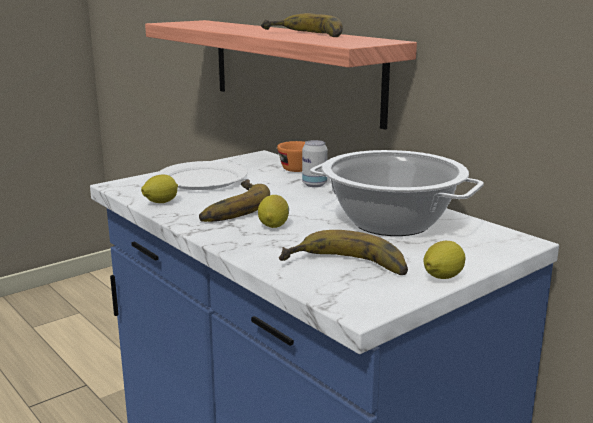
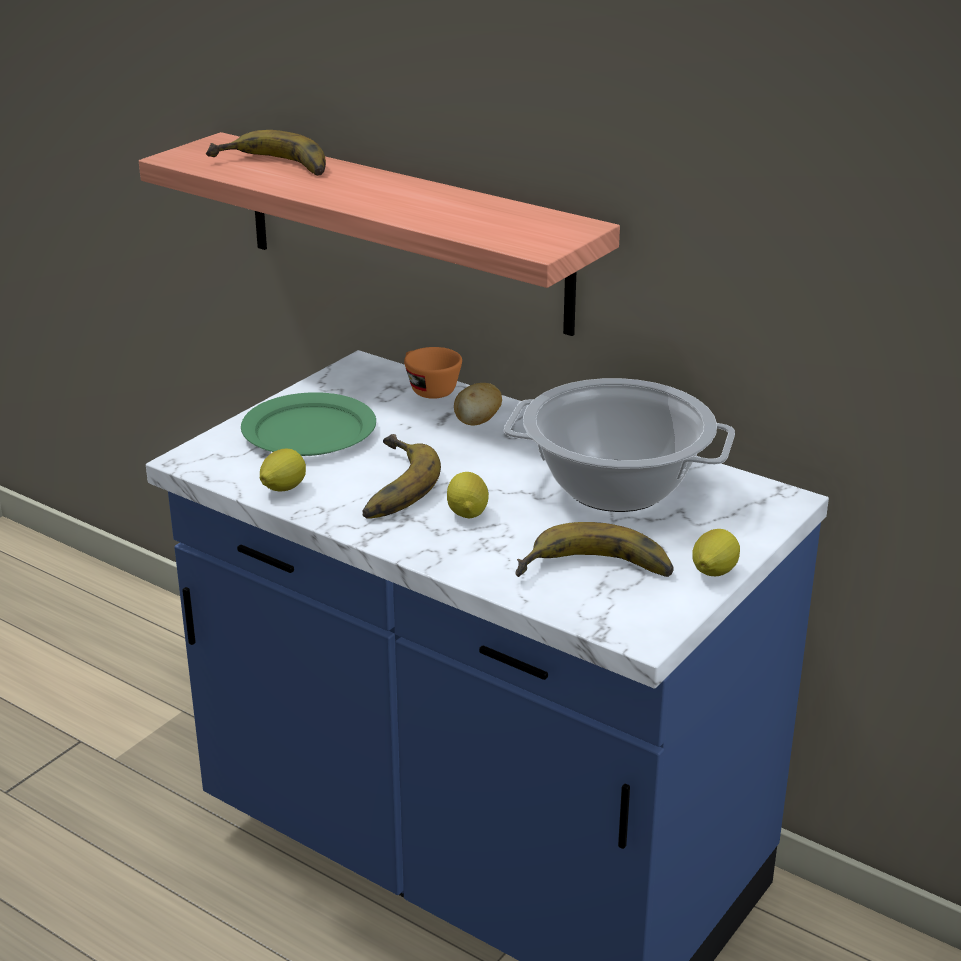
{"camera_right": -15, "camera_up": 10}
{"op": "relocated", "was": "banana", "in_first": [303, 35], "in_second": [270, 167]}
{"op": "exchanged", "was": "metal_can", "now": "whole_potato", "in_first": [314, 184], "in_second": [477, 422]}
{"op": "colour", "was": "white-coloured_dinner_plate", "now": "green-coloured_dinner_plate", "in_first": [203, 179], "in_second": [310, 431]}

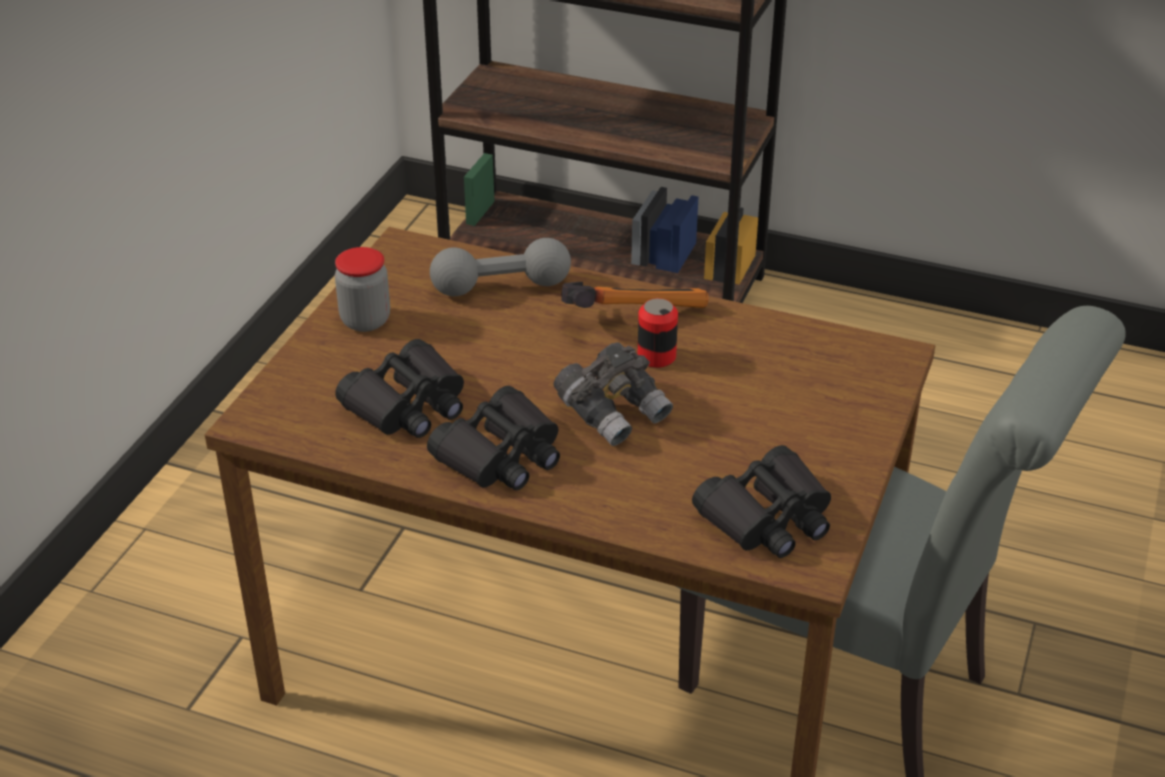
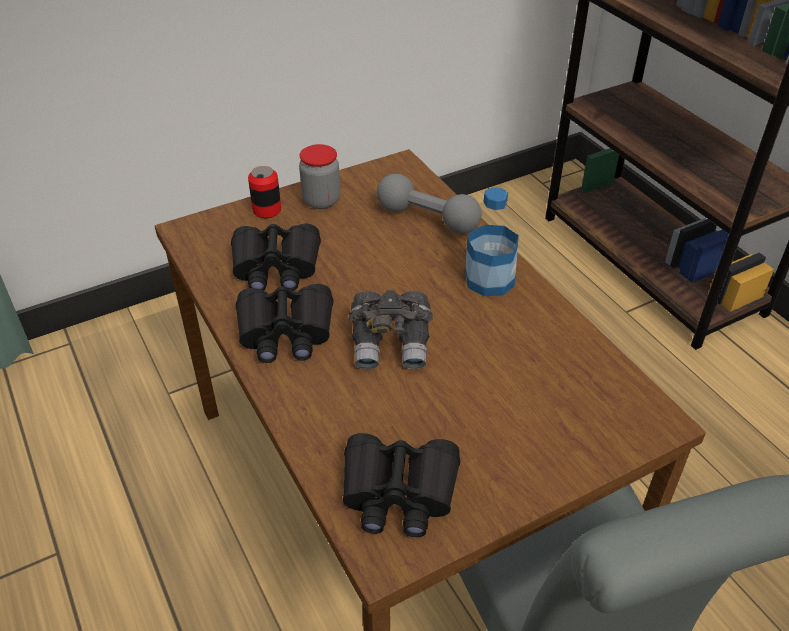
{"camera_right": 40, "camera_up": 5}
{"op": "relocated", "was": "metal_can", "in_first": [656, 356], "in_second": [267, 210]}
{"op": "exchanged", "was": "hammer", "now": "beverage_bottle", "in_first": [631, 314], "in_second": [489, 280]}

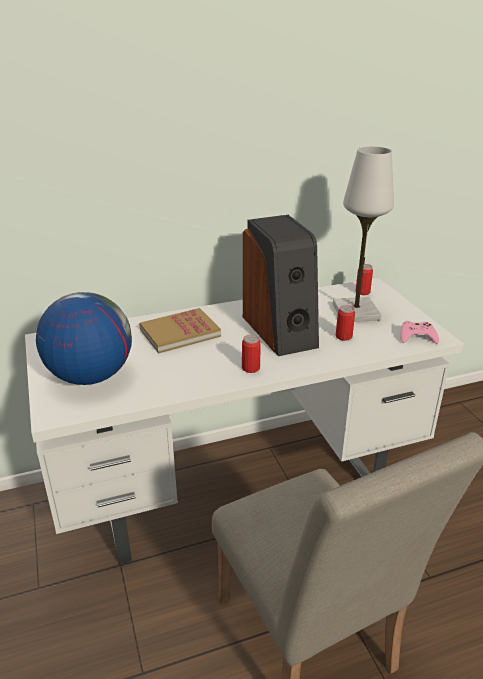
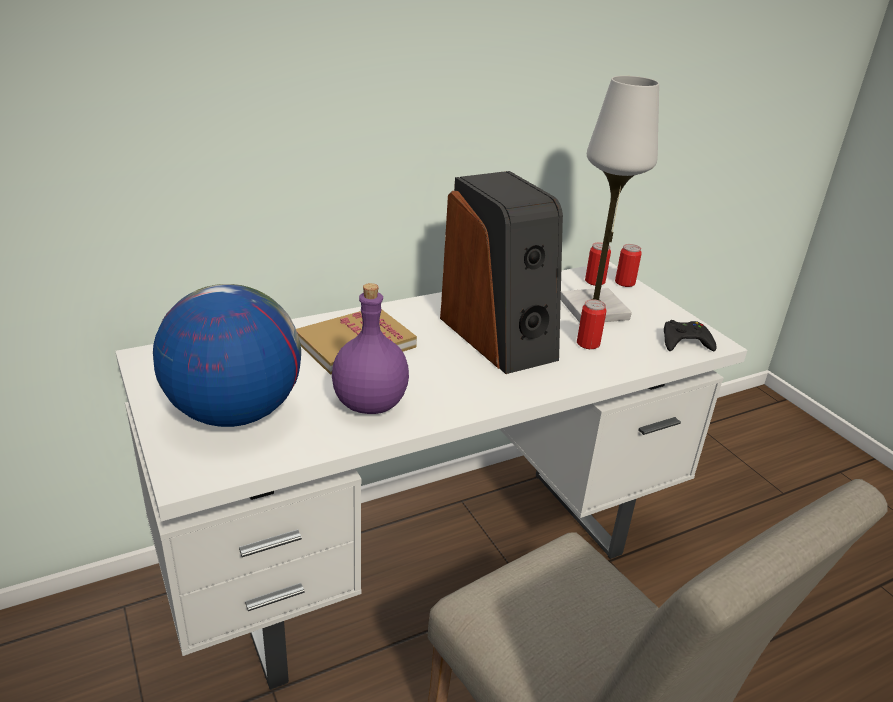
{"camera_right": -10, "camera_up": 0}
{"op": "appeared", "now": "purple_beverage_bottle", "in_second": [369, 403]}
{"op": "relocated", "was": "metal_can", "in_first": [250, 368], "in_second": [625, 283]}
{"op": "colour", "was": "pinkish_game_controller", "now": "blackish_game_controller", "in_first": [417, 337], "in_second": [685, 342]}

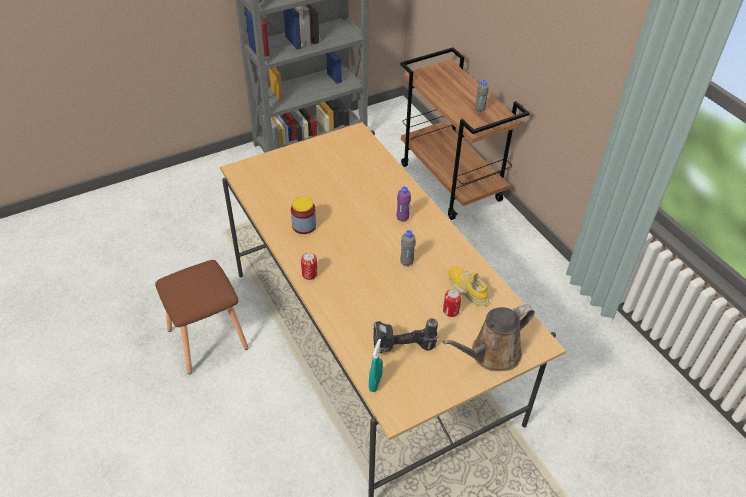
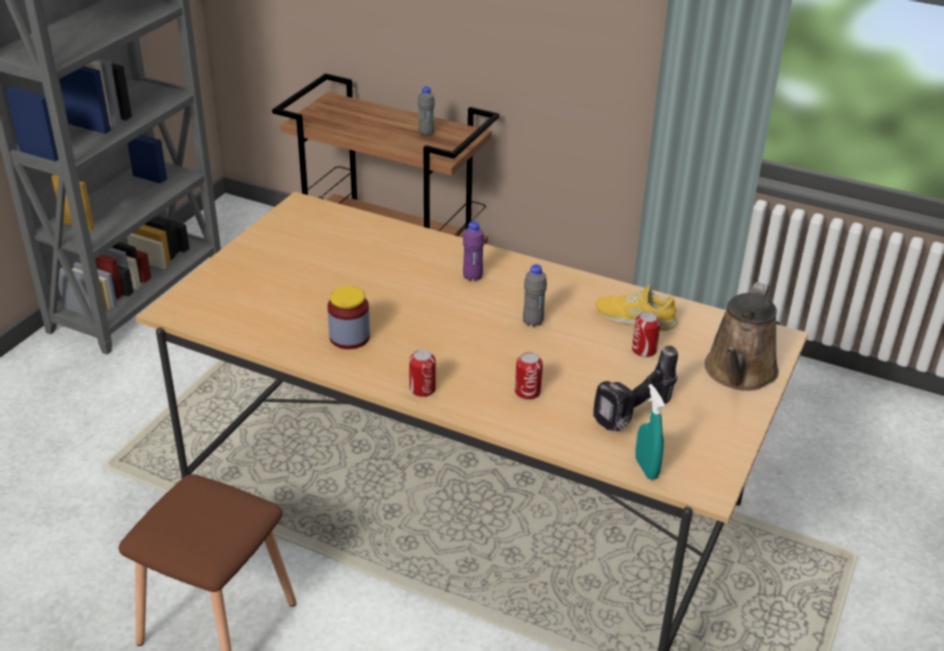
{"camera_right": -35, "camera_up": -10}
{"op": "appeared", "now": "metal_can", "in_second": [527, 392]}

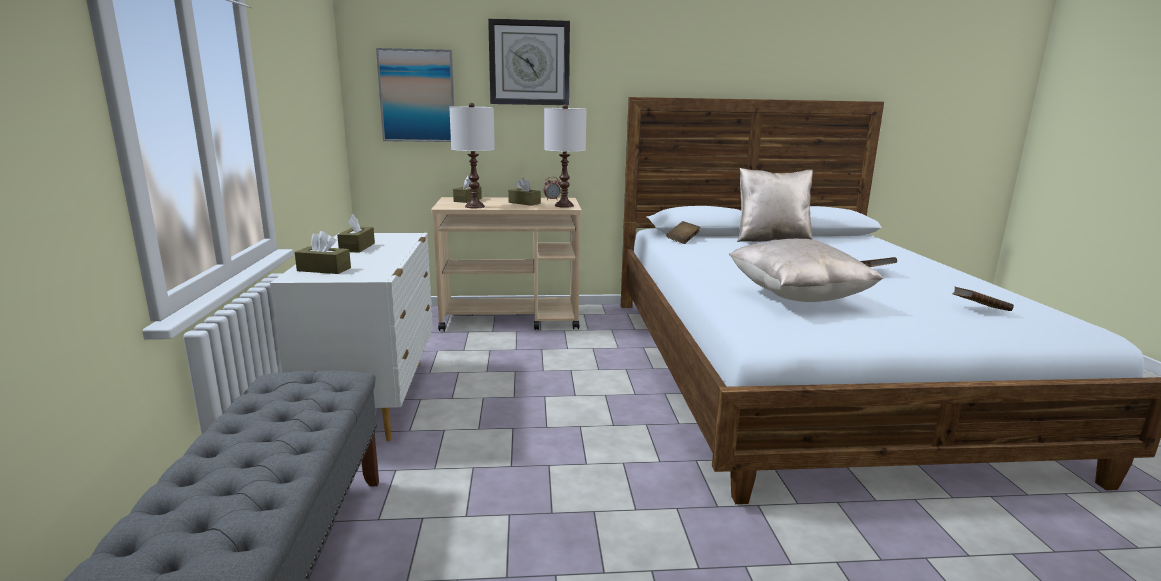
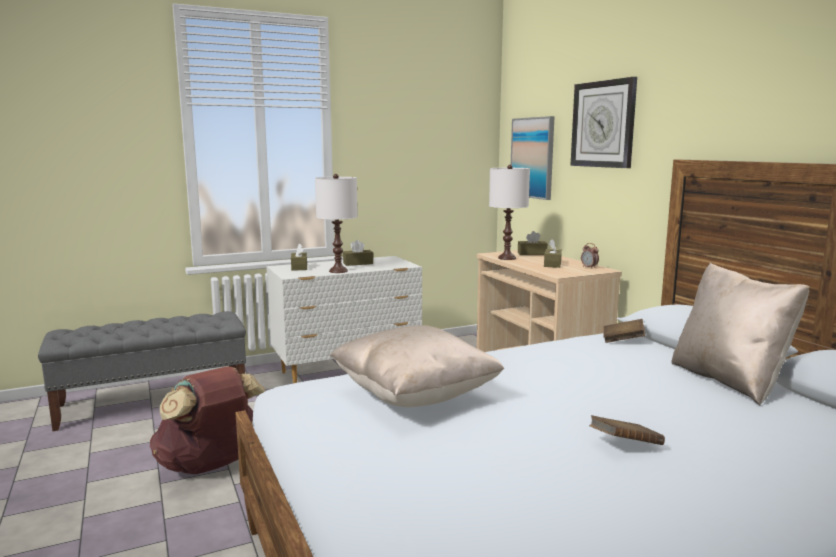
{"camera_right": 70, "camera_up": -5}
{"op": "missing", "was": "brownish_volume", "in_first": [979, 310]}
{"op": "appeared", "now": "brownish_backpack", "in_second": [211, 466]}
{"op": "relocated", "was": "white-coloured_lamp_for_a_table", "in_first": [564, 205], "in_second": [338, 271]}

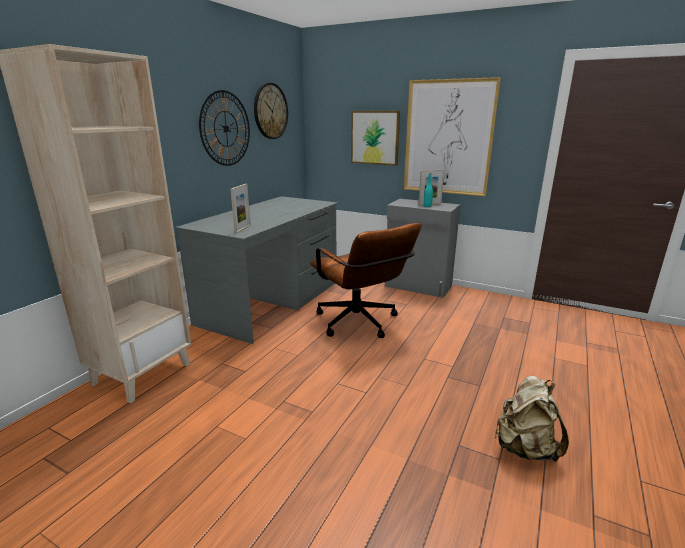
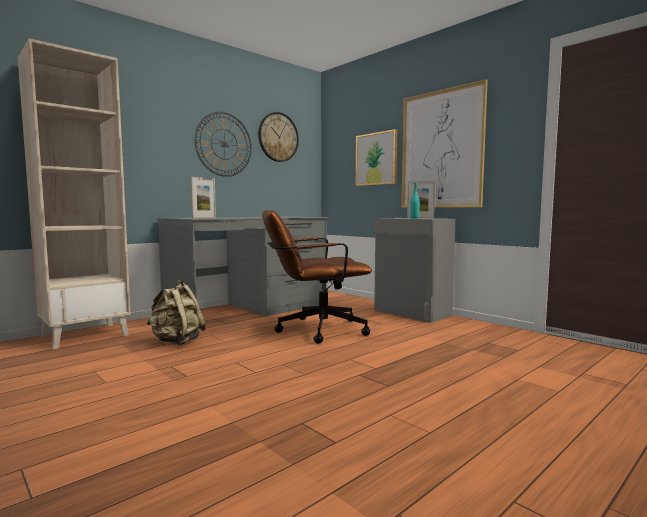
{"camera_right": 20, "camera_up": -15}
{"op": "relocated", "was": "beige-coloured_backpack", "in_first": [524, 448], "in_second": [177, 342]}
{"op": "spun", "was": "brownish_office_chair", "in_first": [360, 324], "in_second": [314, 330], "clockwise": 90}

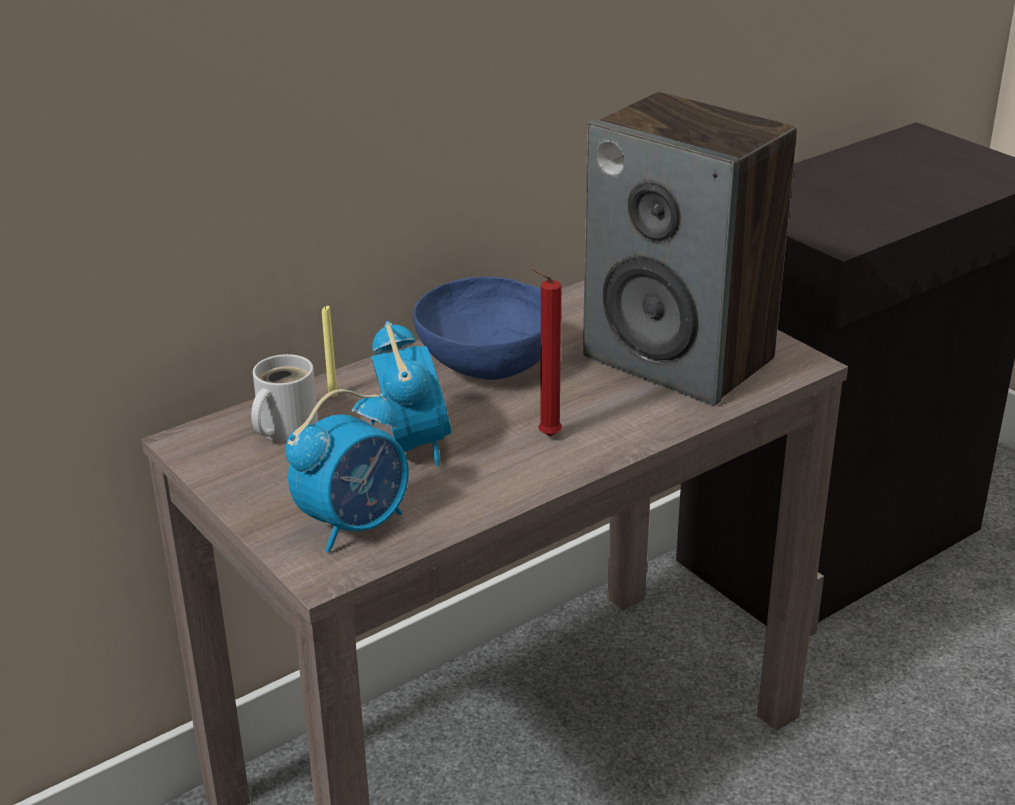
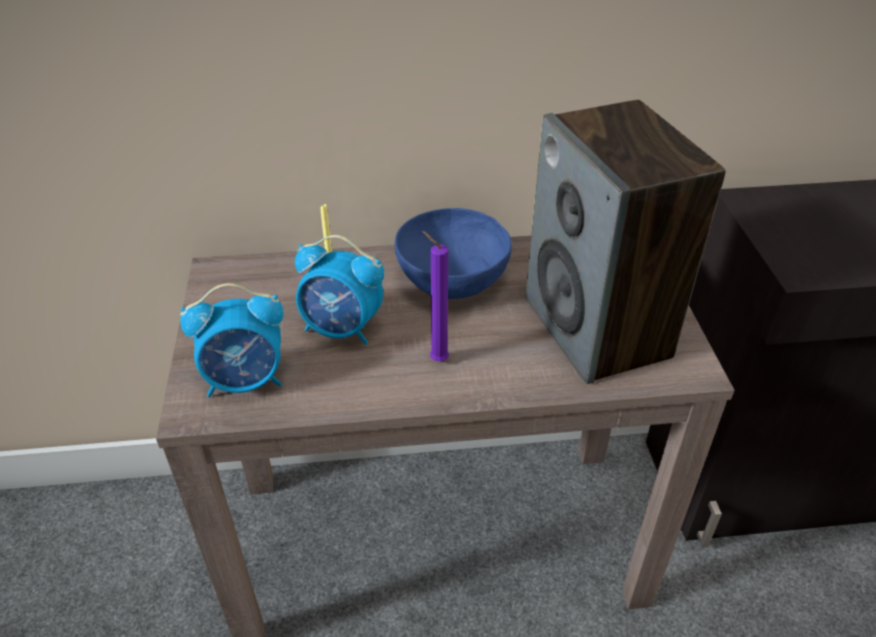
{"camera_right": 30, "camera_up": 10}
{"op": "missing", "was": "white-coloured_mug", "in_first": [283, 428]}
{"op": "colour", "was": "red-coloured_candle", "now": "purple_candle", "in_first": [545, 436], "in_second": [436, 359]}
{"op": "spun", "was": "alarm_clock", "in_first": [413, 444], "in_second": [342, 329], "clockwise": 90}

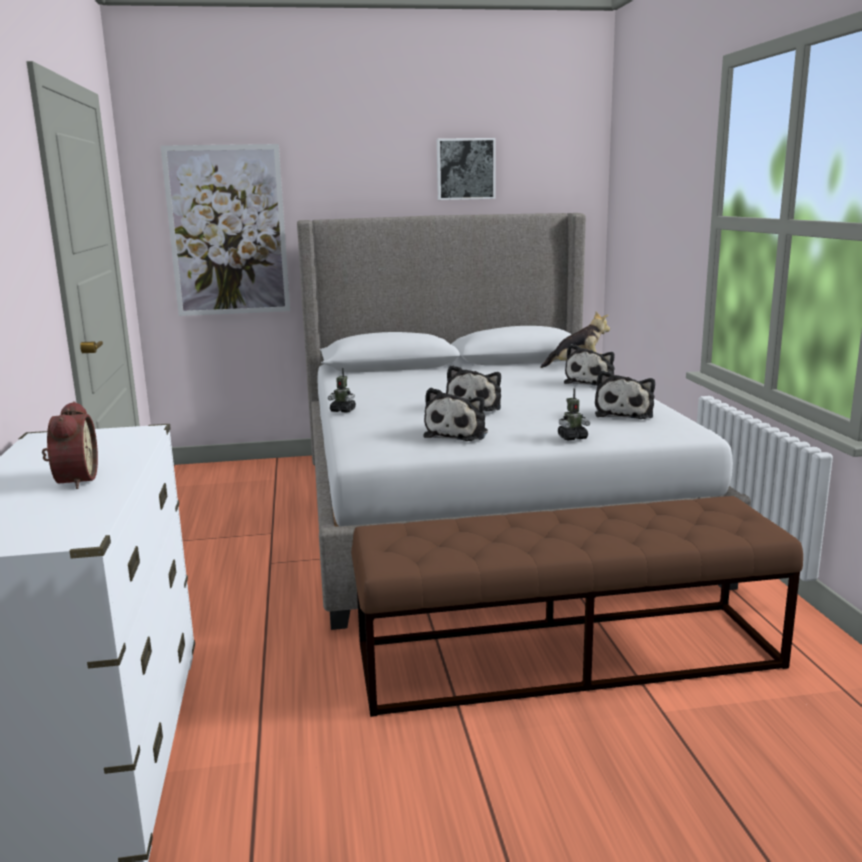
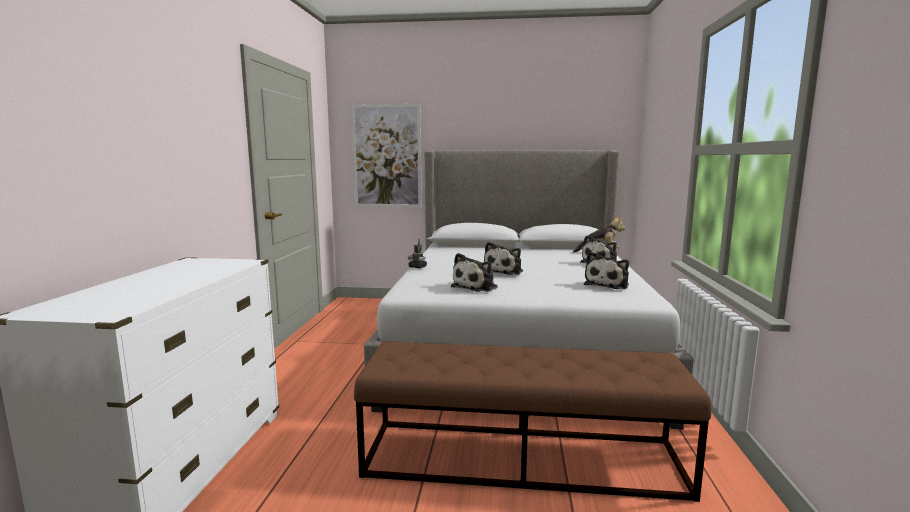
{"camera_right": 15, "camera_up": -5}
{"op": "missing", "was": "alarm_clock", "in_first": [73, 480]}
{"op": "missing", "was": "picture", "in_first": [465, 169]}
{"op": "missing", "was": "model_robot", "in_first": [572, 438]}

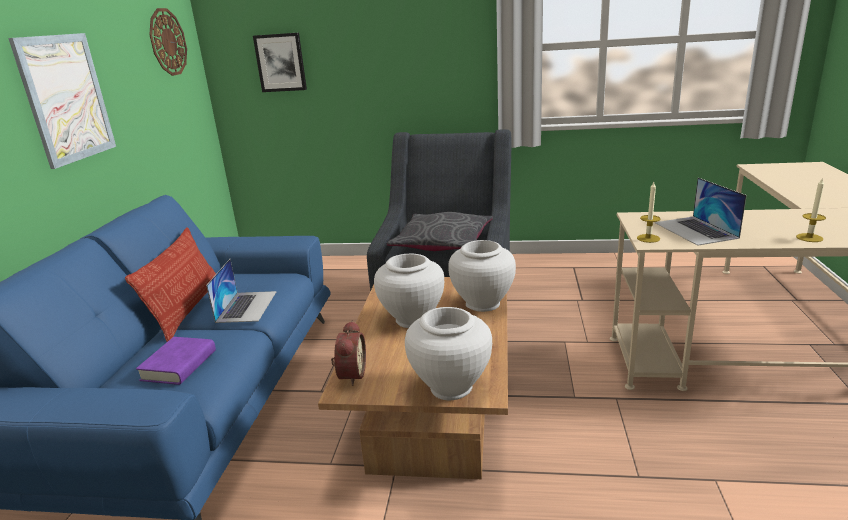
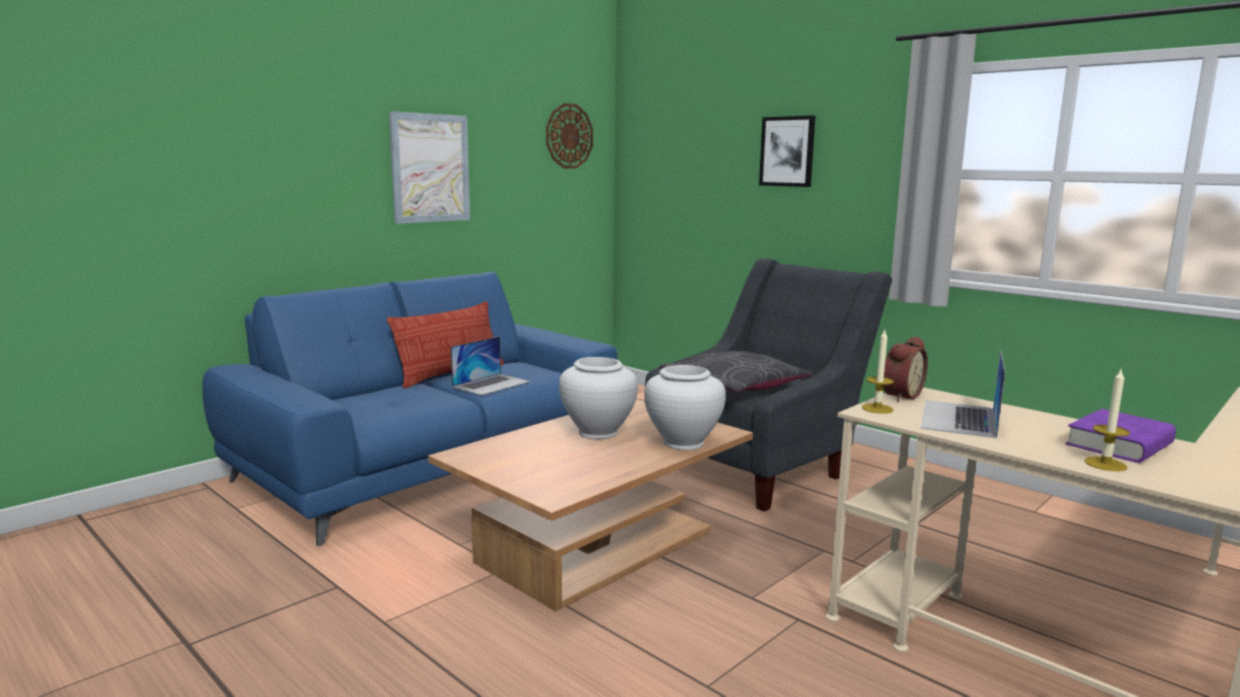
{"camera_right": 35, "camera_up": -10}
{"op": "missing", "was": "white-coloured_flower_vase", "in_first": [451, 387]}
{"op": "relocated", "was": "purple_volume", "in_first": [179, 365], "in_second": [1119, 444]}
{"op": "relocated", "was": "picture", "in_first": [280, 62], "in_second": [787, 151]}
{"op": "relocated", "was": "alarm_clock", "in_first": [350, 375], "in_second": [899, 395]}

